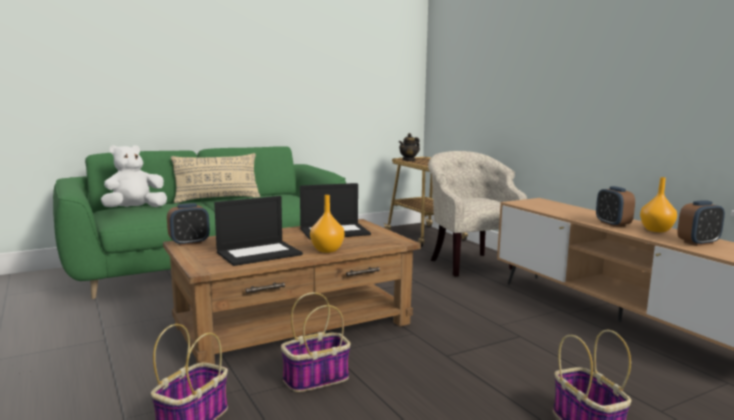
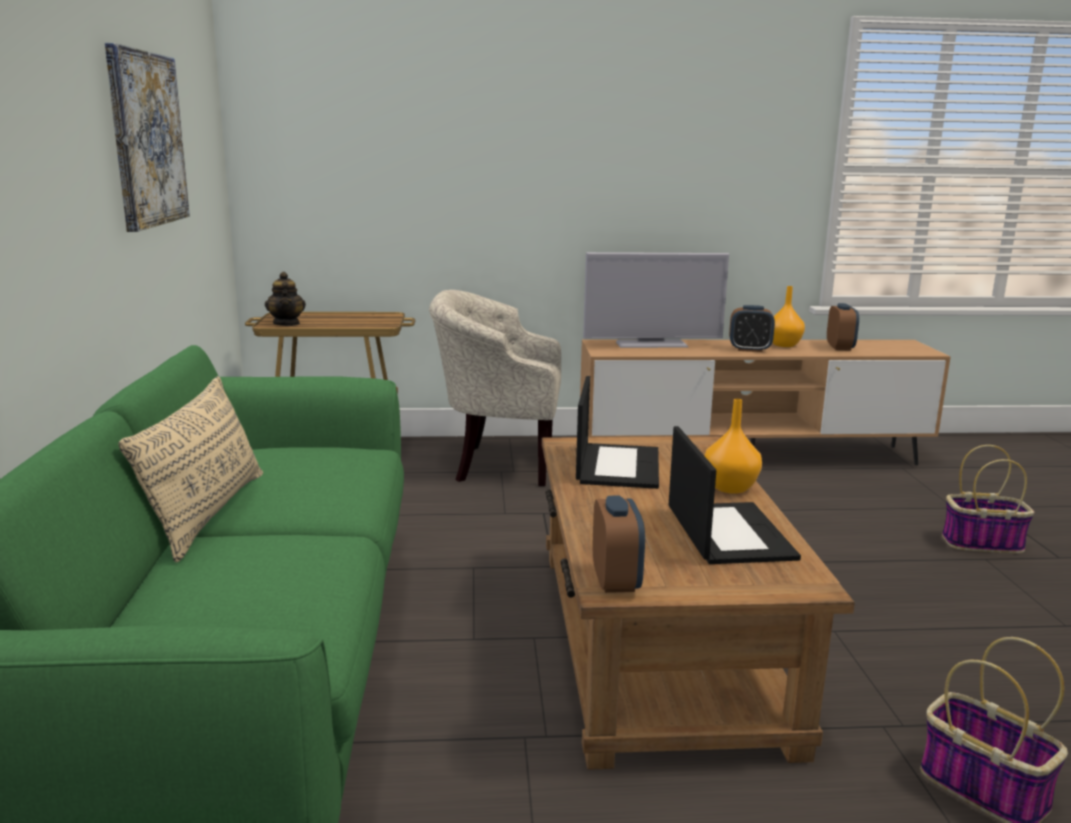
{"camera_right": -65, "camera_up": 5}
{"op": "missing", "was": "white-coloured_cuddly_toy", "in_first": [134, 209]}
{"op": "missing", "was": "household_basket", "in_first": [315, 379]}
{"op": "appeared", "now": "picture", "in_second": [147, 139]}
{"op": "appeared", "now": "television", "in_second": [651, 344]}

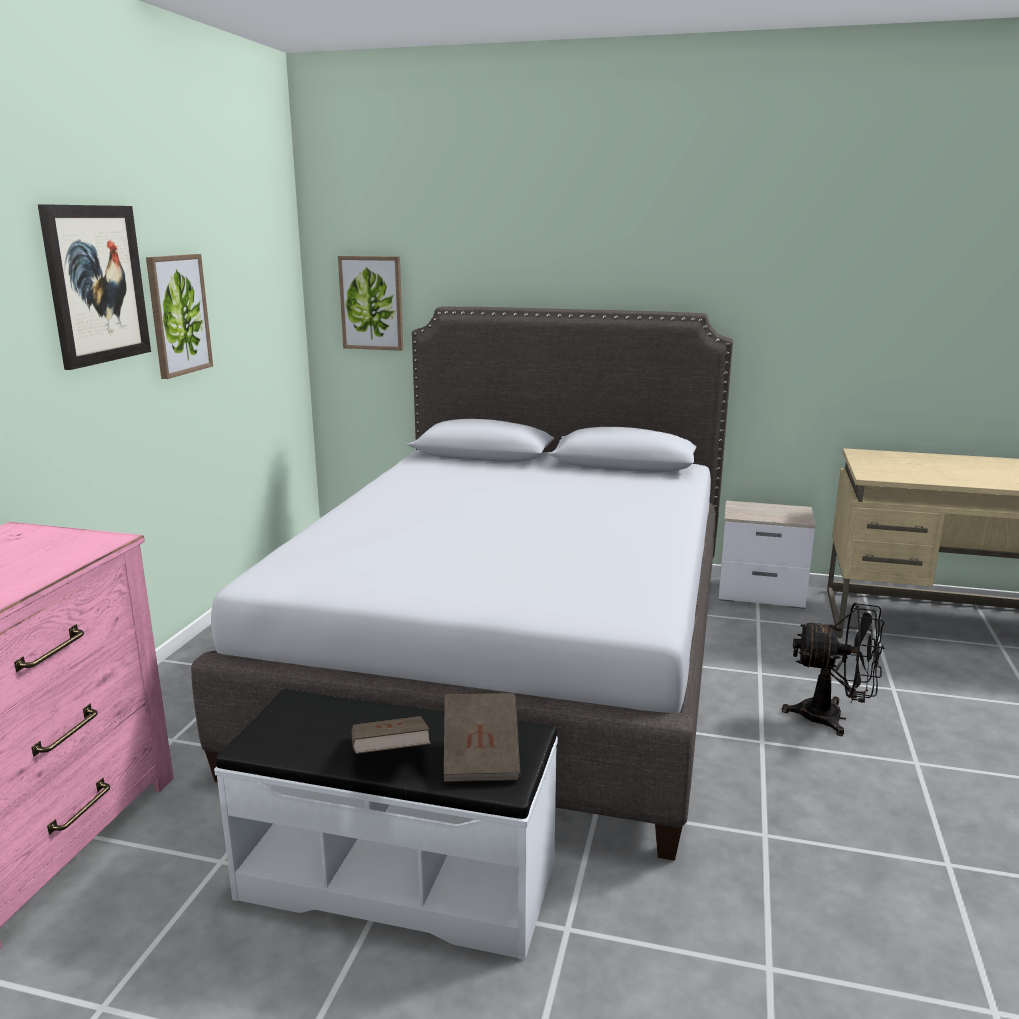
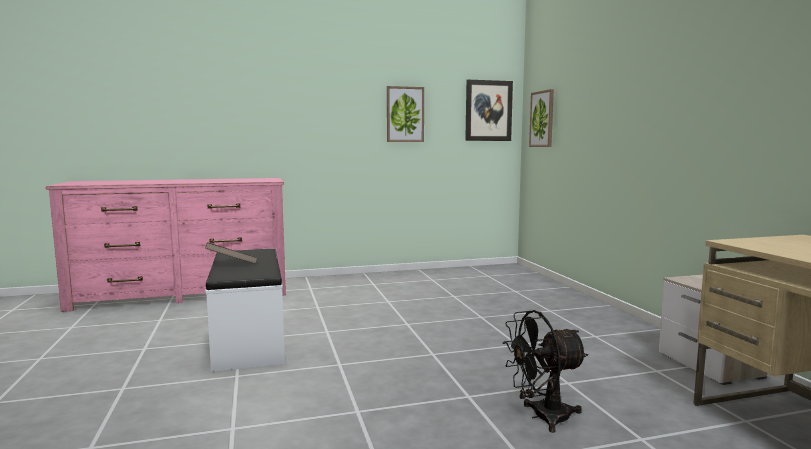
{"camera_right": 60, "camera_up": -10}
{"op": "missing", "was": "greyish_bedroom_bed", "in_first": [513, 658]}
{"op": "missing", "was": "brownish_volume", "in_first": [481, 757]}
{"op": "relocated", "was": "picture", "in_first": [96, 284], "in_second": [488, 111]}
{"op": "spun", "was": "blackish_fan", "in_first": [832, 718], "in_second": [542, 417], "clockwise": 90}

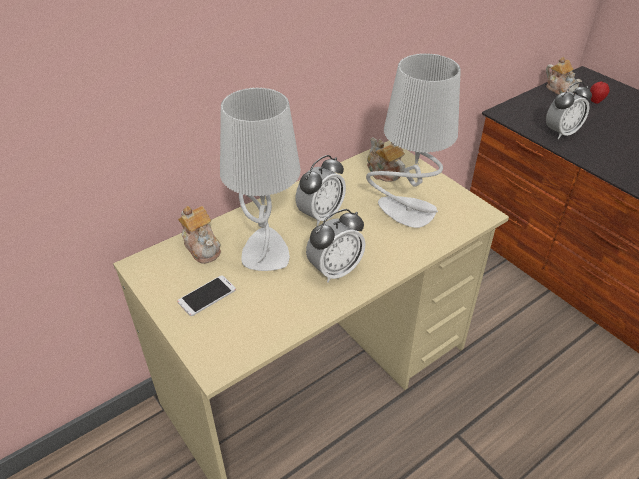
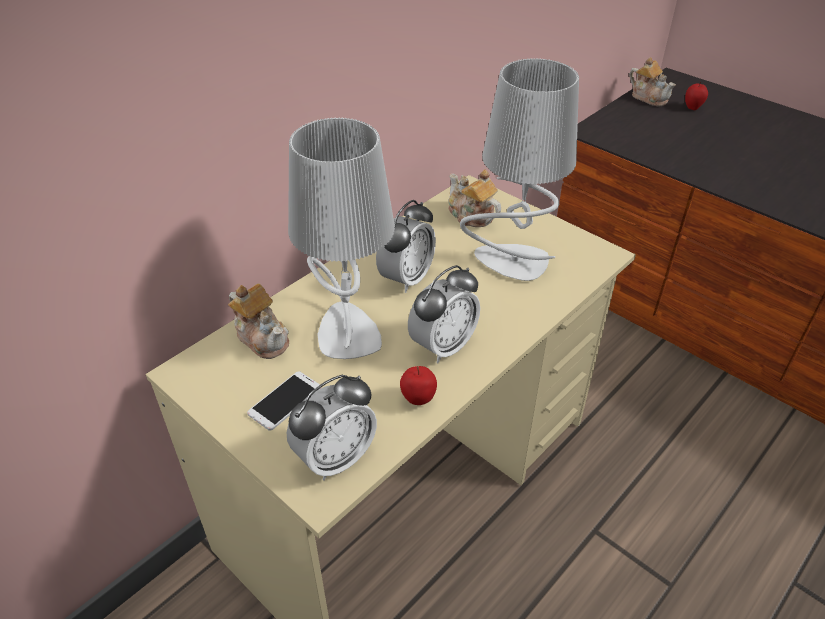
{"camera_right": -10, "camera_up": 0}
{"op": "appeared", "now": "whole_apple", "in_second": [418, 400]}
{"op": "relocated", "was": "alarm_clock", "in_first": [561, 132], "in_second": [335, 458]}

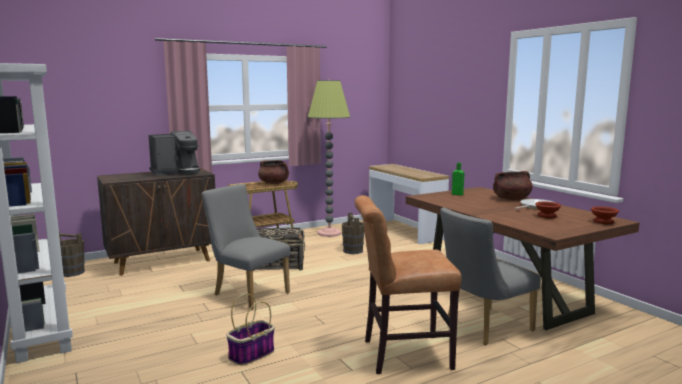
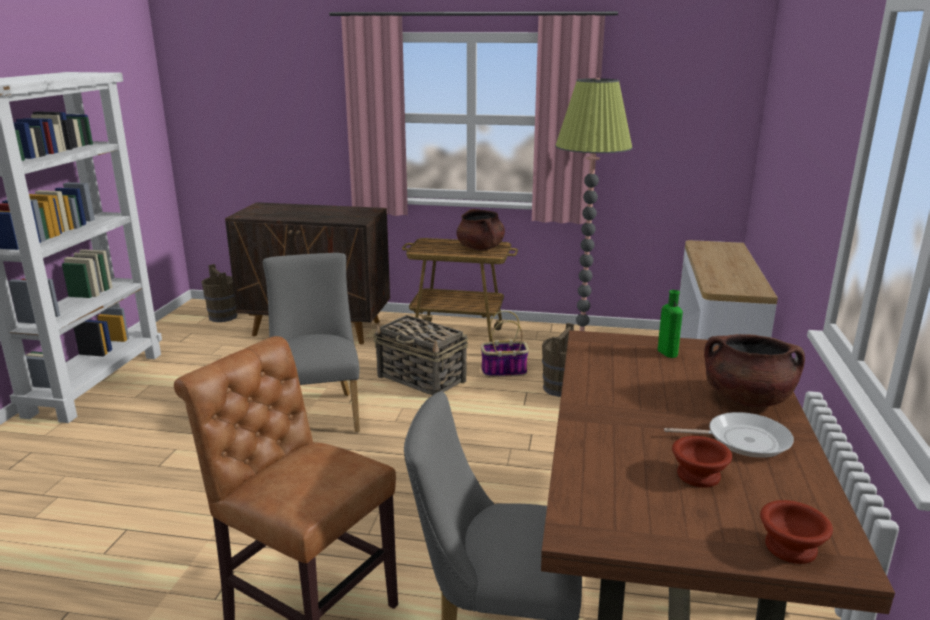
{"camera_right": 40, "camera_up": 10}
{"op": "missing", "was": "coffee_machine", "in_first": [176, 172]}
{"op": "relocated", "was": "household_basket", "in_first": [251, 355], "in_second": [503, 371]}

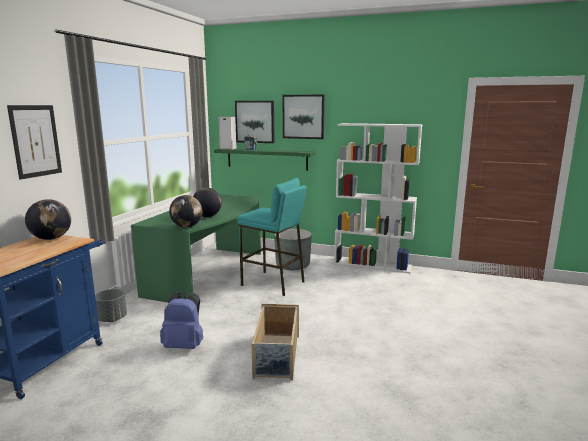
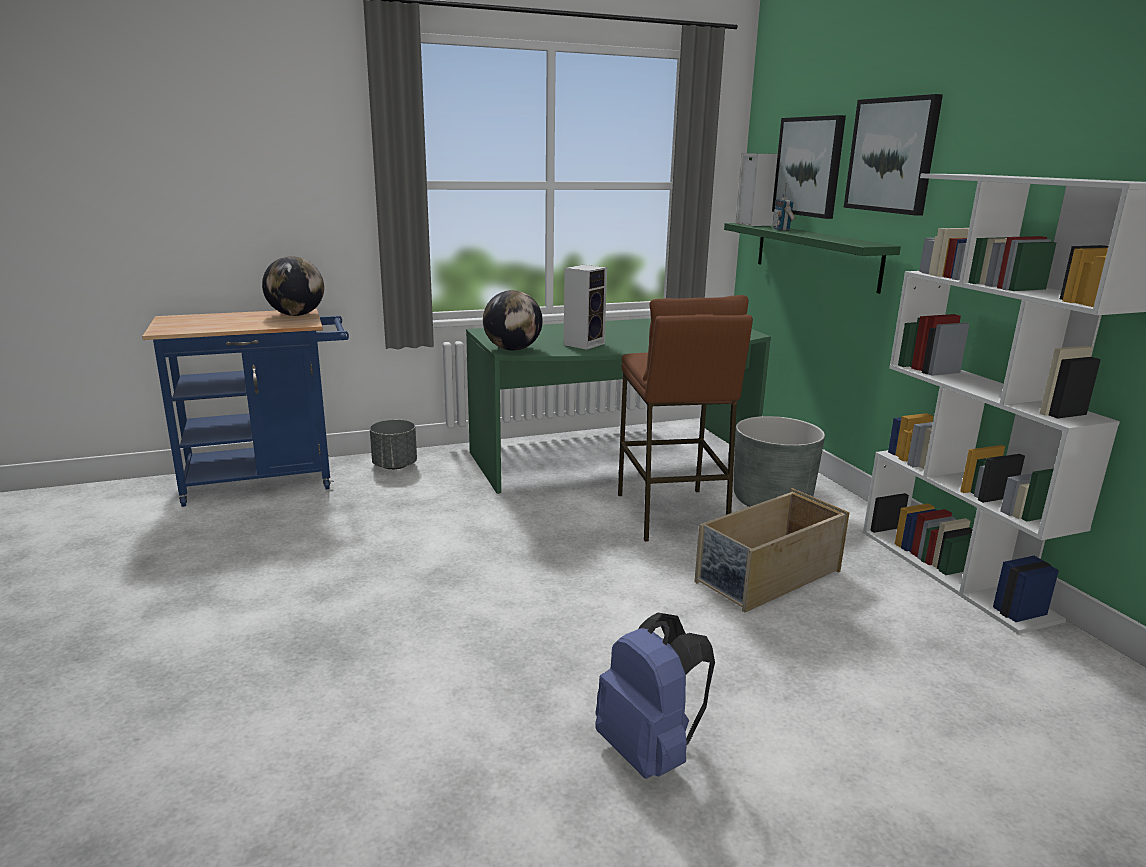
{"camera_right": 50, "camera_up": 5}
{"op": "missing", "was": "picture", "in_first": [35, 141]}
{"op": "relocated", "was": "bluish_backpack", "in_first": [184, 345], "in_second": [649, 751]}
{"op": "relocated", "was": "beige-coloured_storage_box", "in_first": [277, 356], "in_second": [767, 577]}
{"op": "exchanged", "was": "desk_globe", "now": "audio_speaker", "in_first": [207, 216], "in_second": [584, 344]}
{"op": "colour", "was": "turquoise-coloured_stool_seat", "now": "brownish_stool_seat", "in_first": [273, 283], "in_second": [671, 514]}

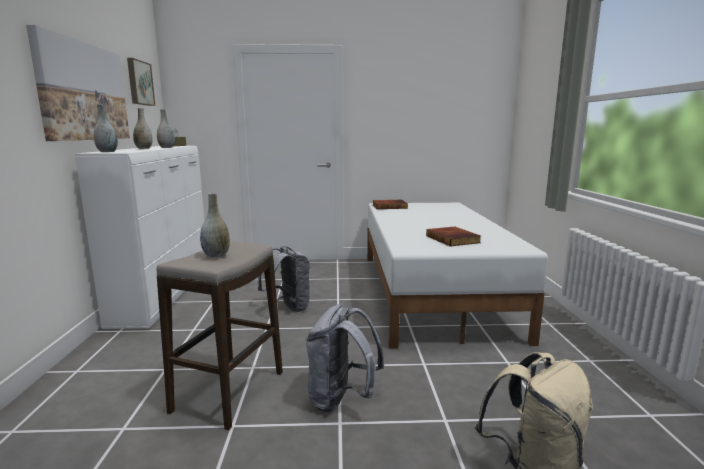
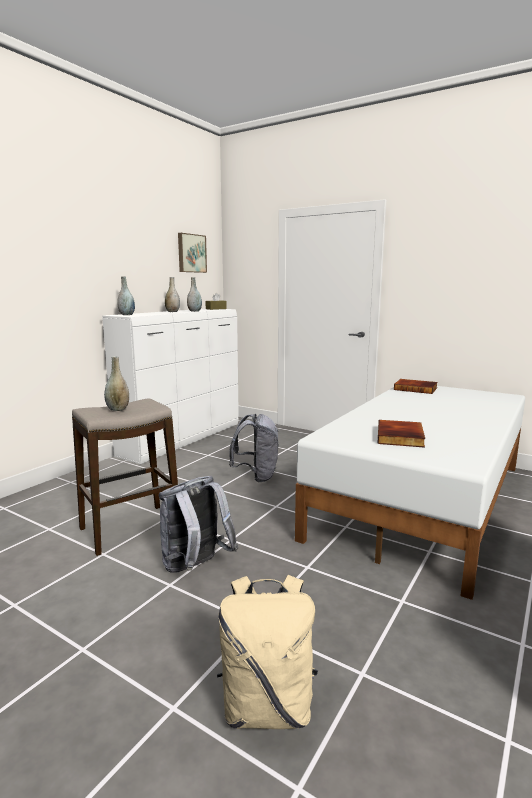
{"camera_right": 35, "camera_up": 0}
{"op": "missing", "was": "picture", "in_first": [83, 92]}

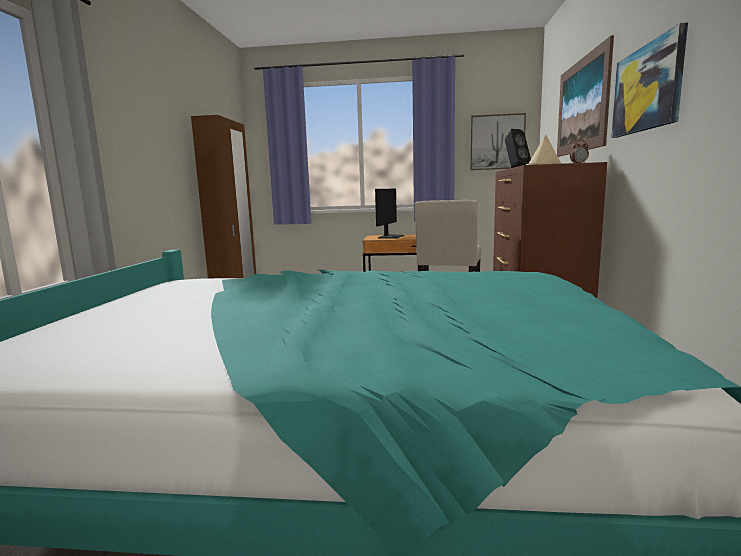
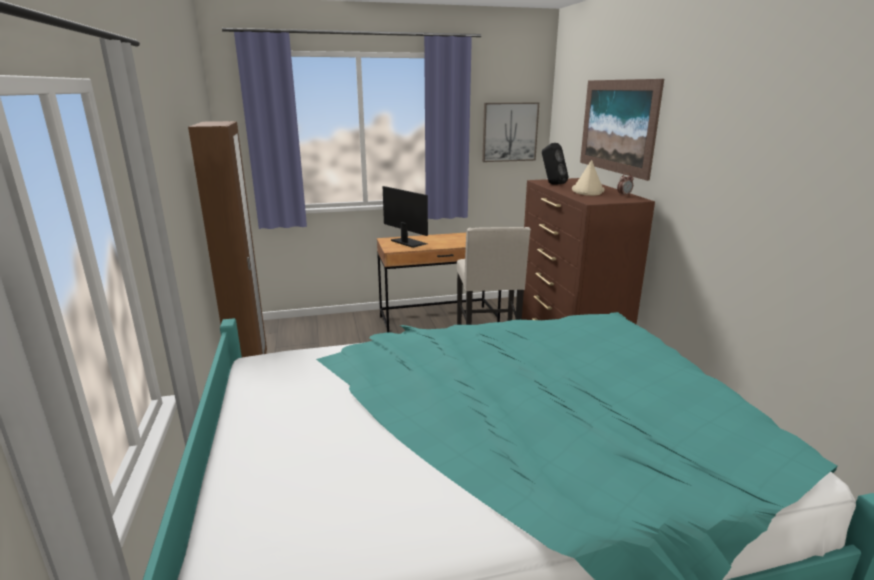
{"camera_right": -20, "camera_up": 10}
{"op": "missing", "was": "picture", "in_first": [647, 88]}
{"op": "spun", "was": "monitor", "in_first": [391, 236], "in_second": [408, 242], "clockwise": -45}

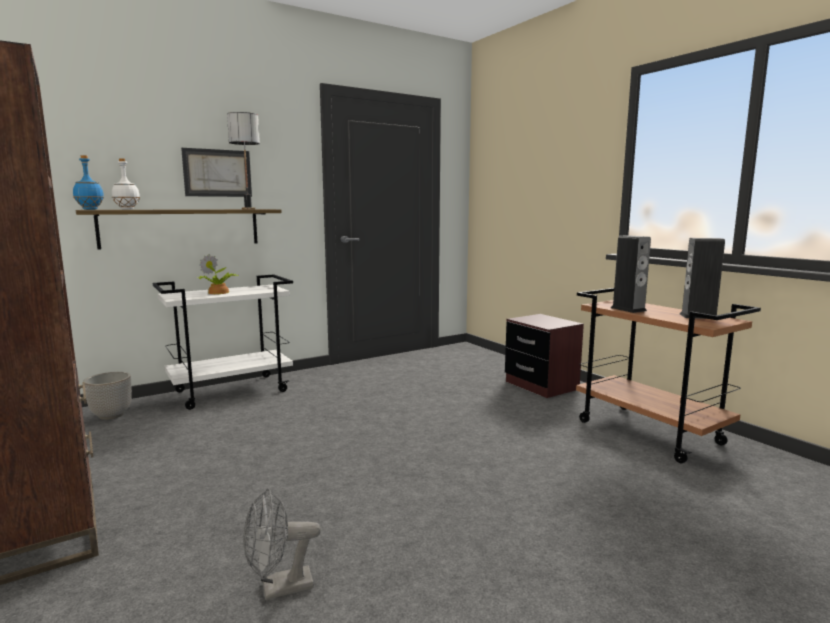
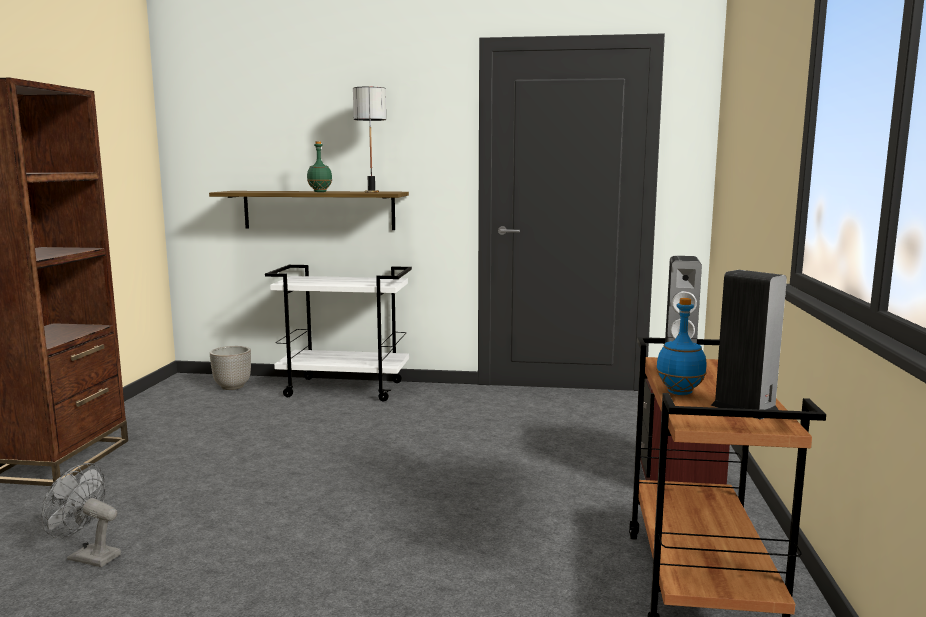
{"camera_right": 40, "camera_up": 0}
{"op": "missing", "was": "white-coloured_beverage_bottle", "in_first": [127, 209]}
{"op": "missing", "was": "picture", "in_first": [217, 173]}
{"op": "missing", "was": "houseplant", "in_first": [218, 292]}
{"op": "appeared", "now": "green-coloured_beverage_bottle", "in_second": [320, 192]}
{"op": "relocated", "was": "bluish_beverage_bottle", "in_first": [90, 209], "in_second": [680, 392]}

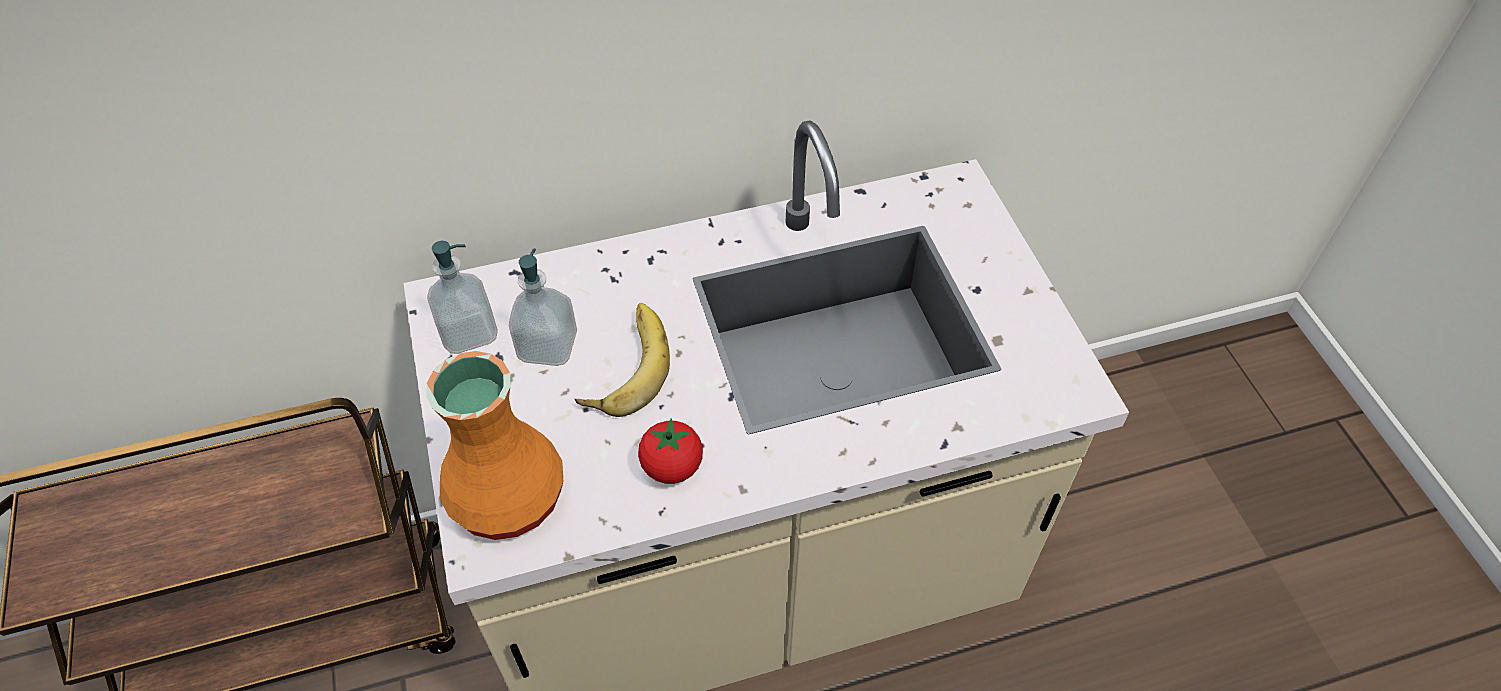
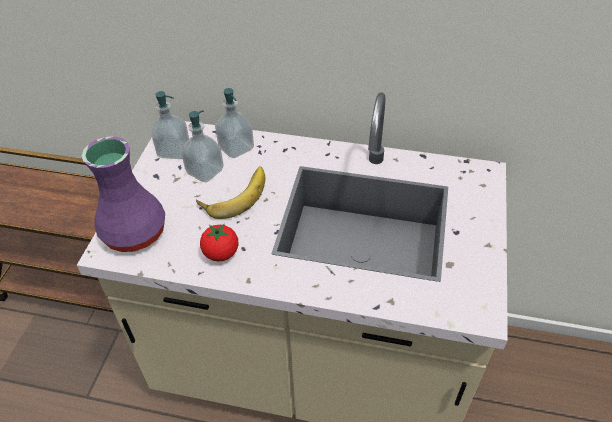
{"camera_right": 30, "camera_up": -5}
{"op": "appeared", "now": "soap_dispenser", "in_second": [236, 148]}
{"op": "colour", "was": "orange_flower_vase", "now": "purple_flower_vase", "in_first": [504, 497], "in_second": [133, 232]}

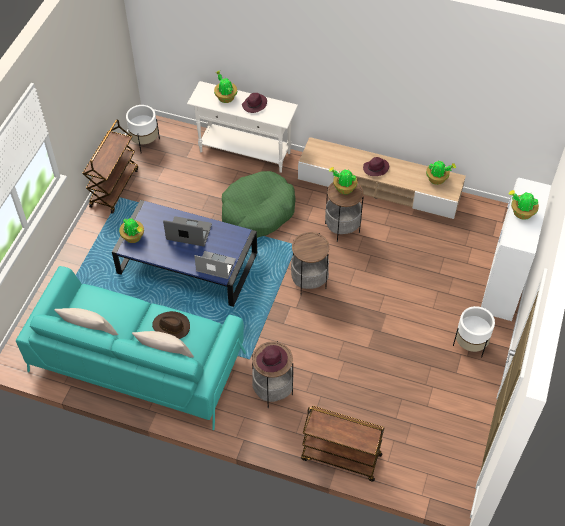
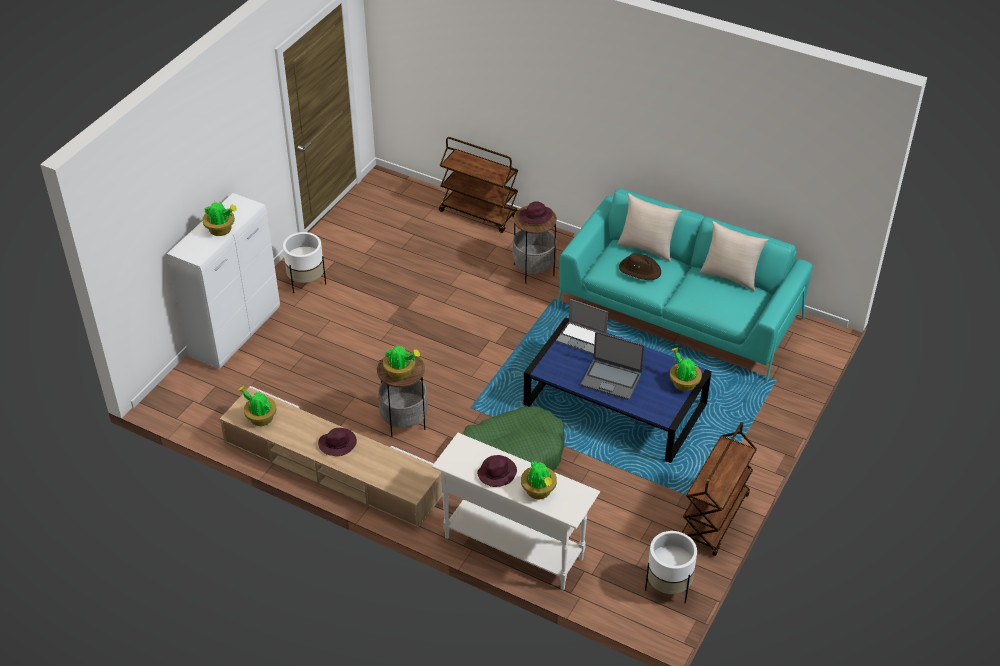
{"camera_right": -170, "camera_up": -10}
{"op": "missing", "was": "side_table", "in_first": [309, 281]}

